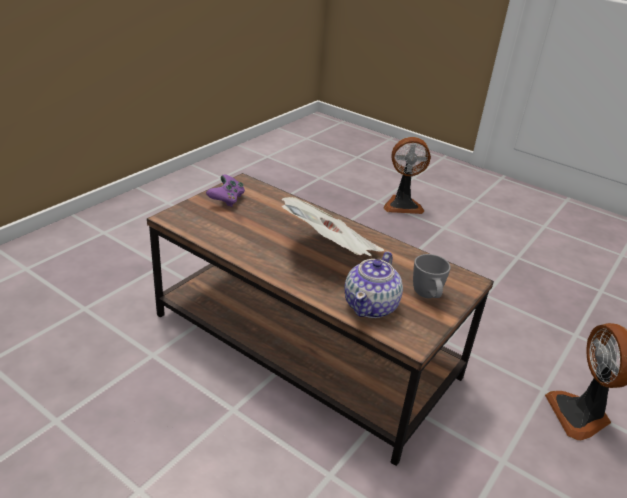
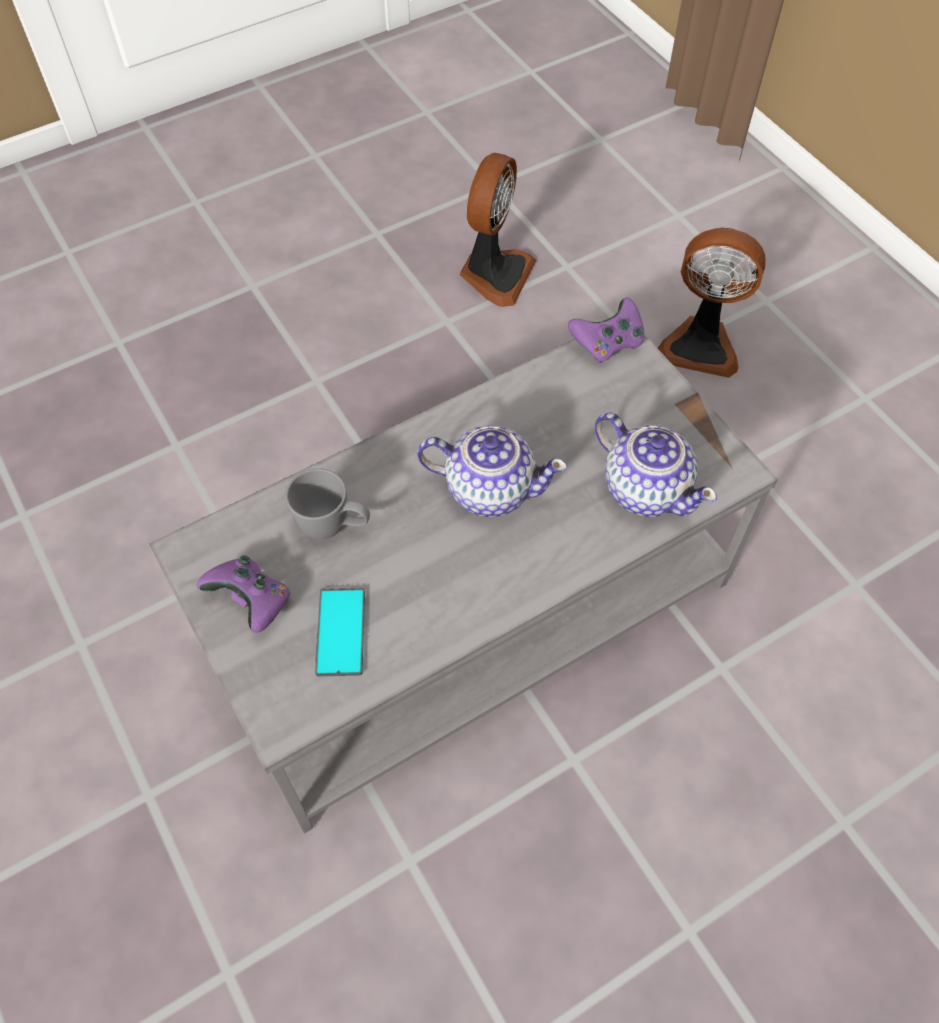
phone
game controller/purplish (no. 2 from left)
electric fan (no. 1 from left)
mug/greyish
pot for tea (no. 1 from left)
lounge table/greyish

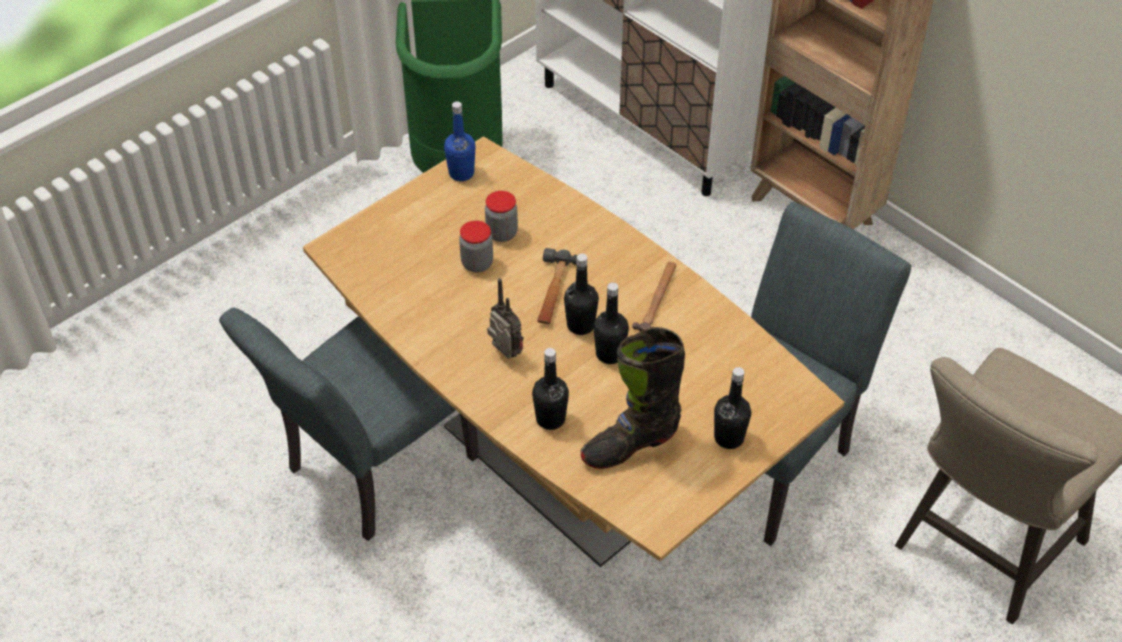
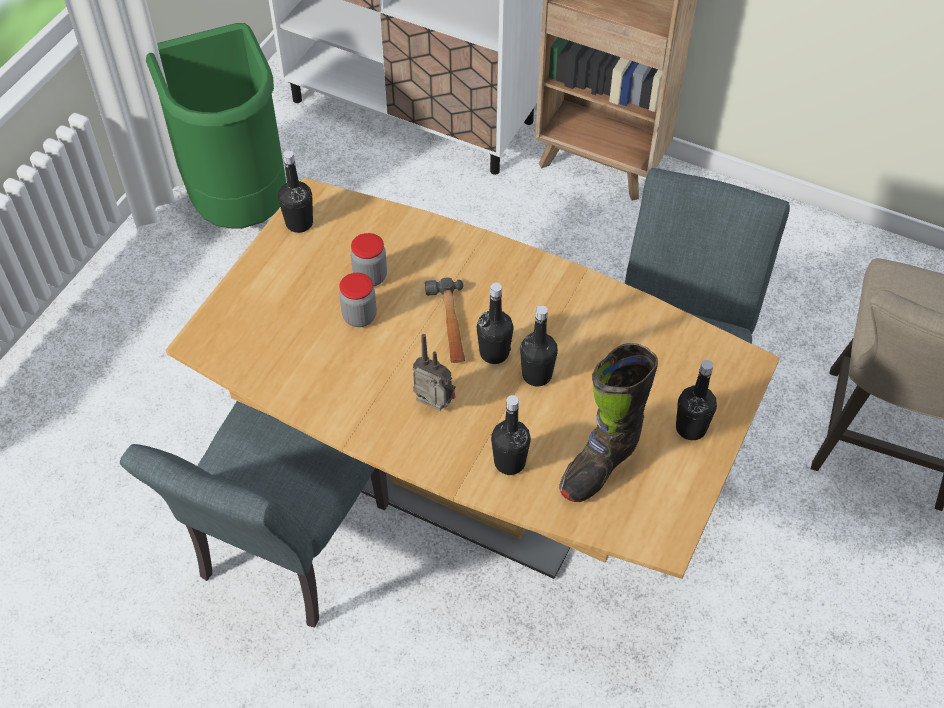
tool hammer (no. 2 from left in the first image)
beverage bottle/black (no. 1 from left)

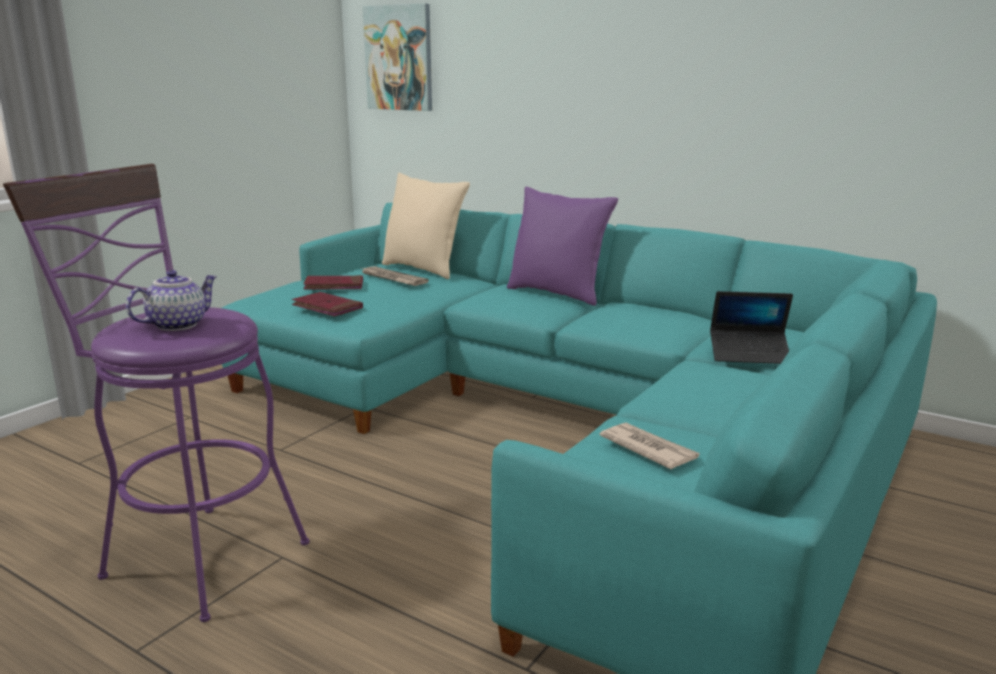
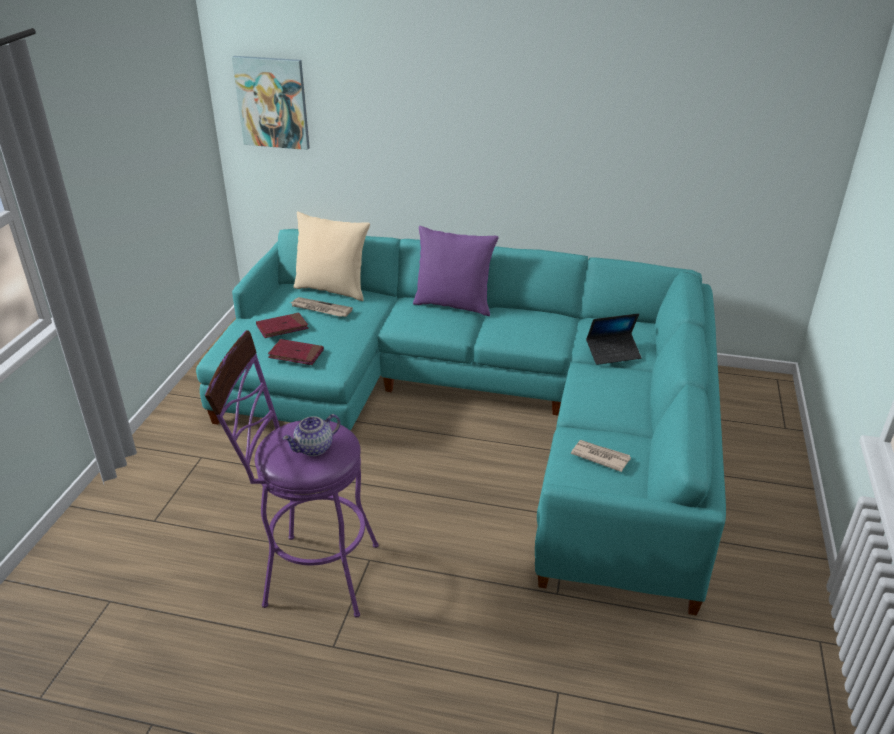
pot for tea

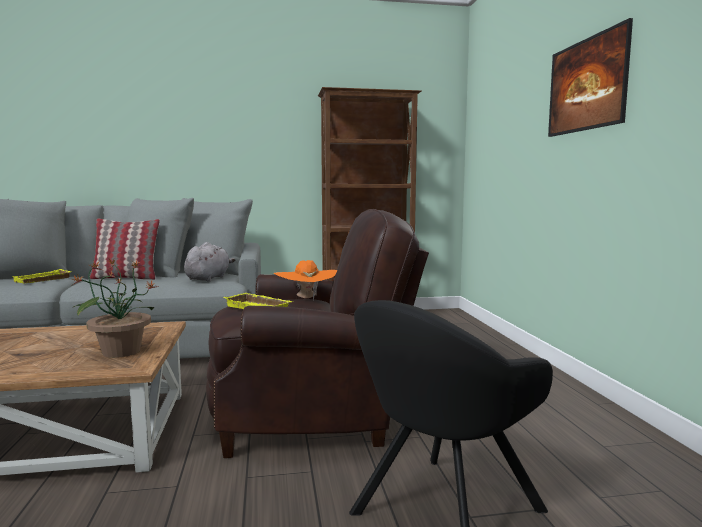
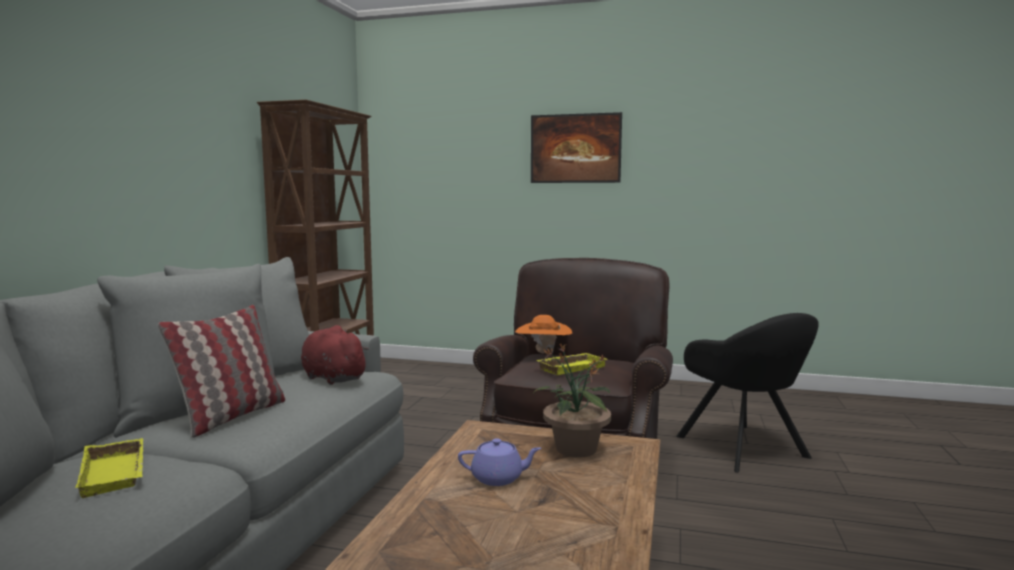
pot for tea/purplish
soft toy/red-coloured

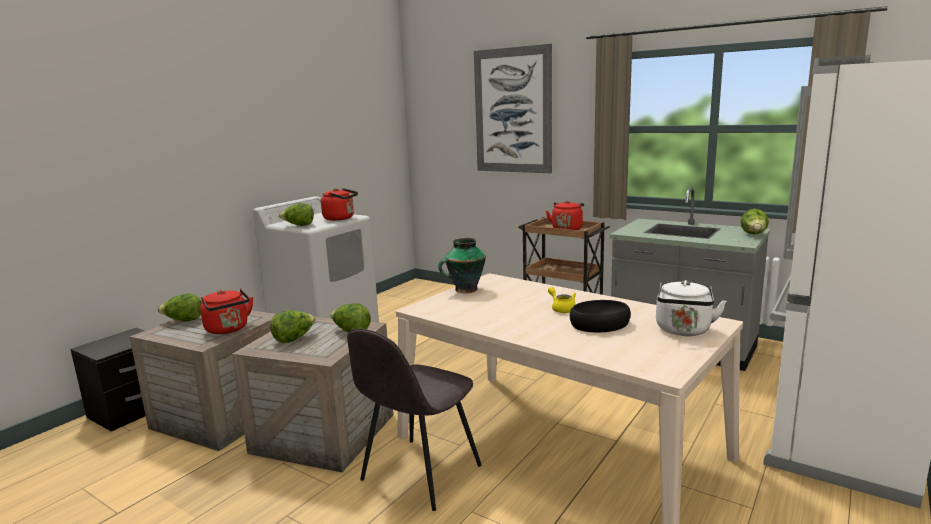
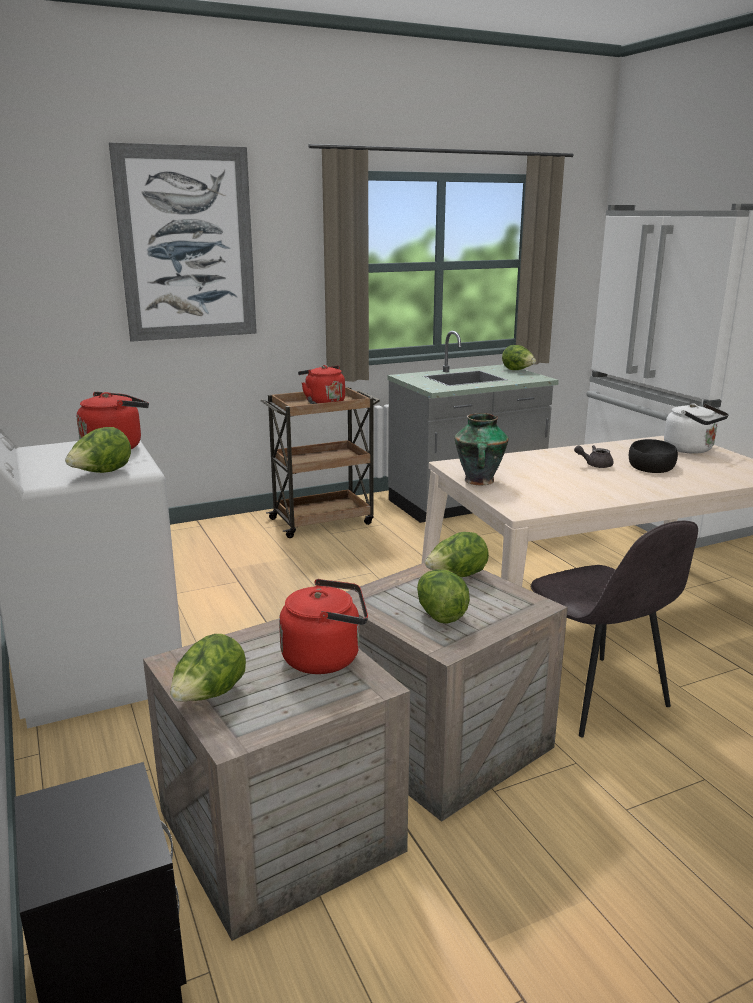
pot for tea/greyish

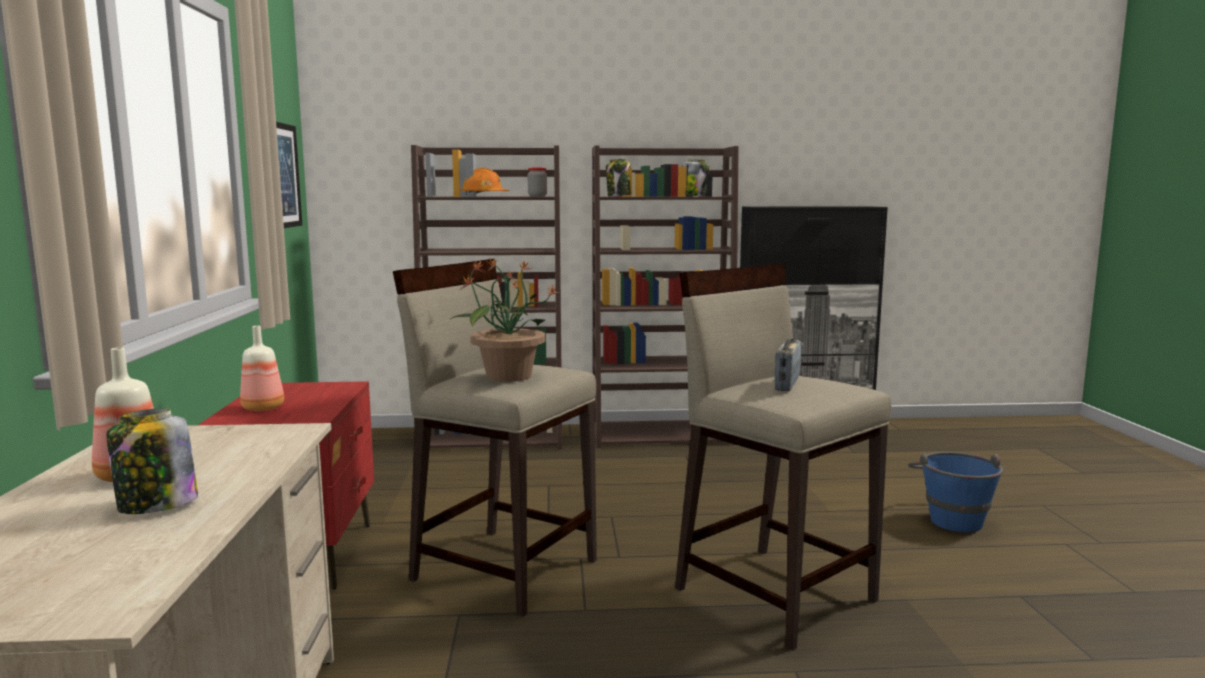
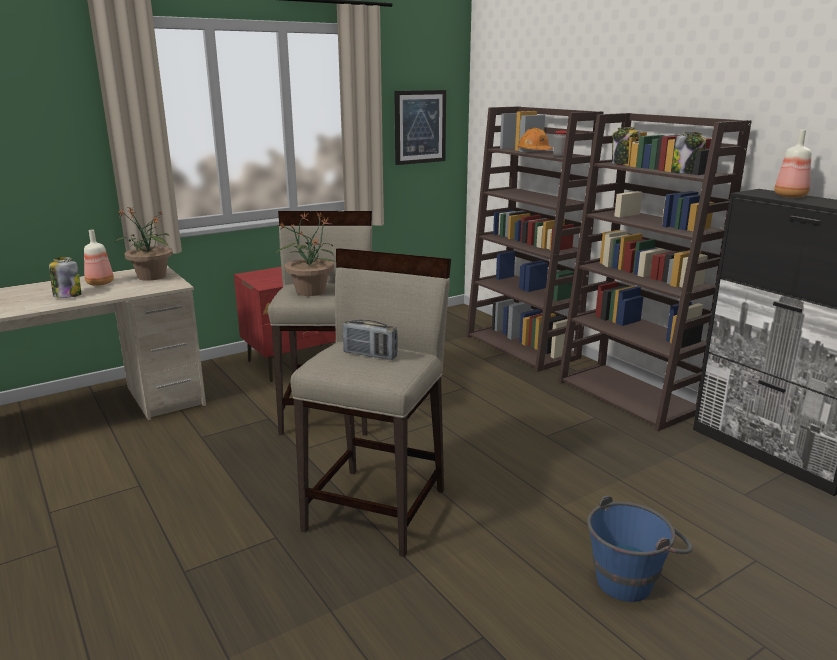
houseplant (no. 1 from left)
beverage bottle (no. 2 from left)
radio

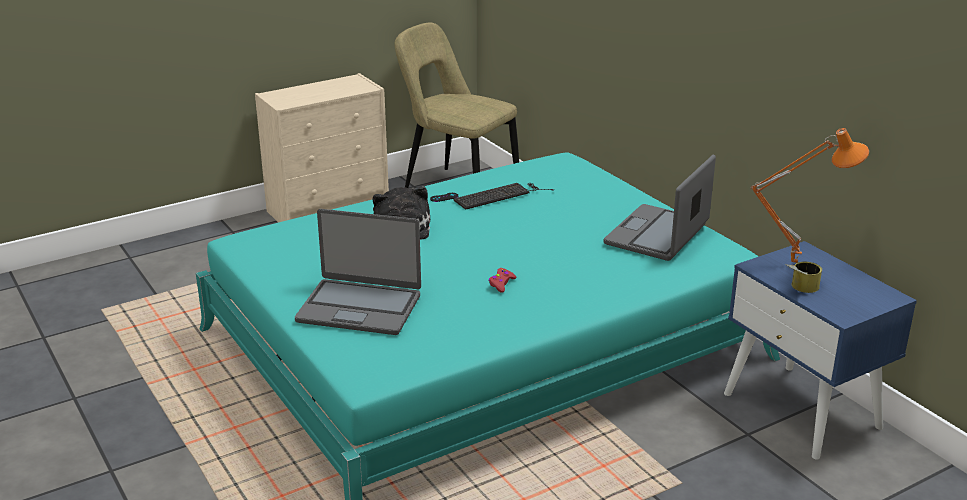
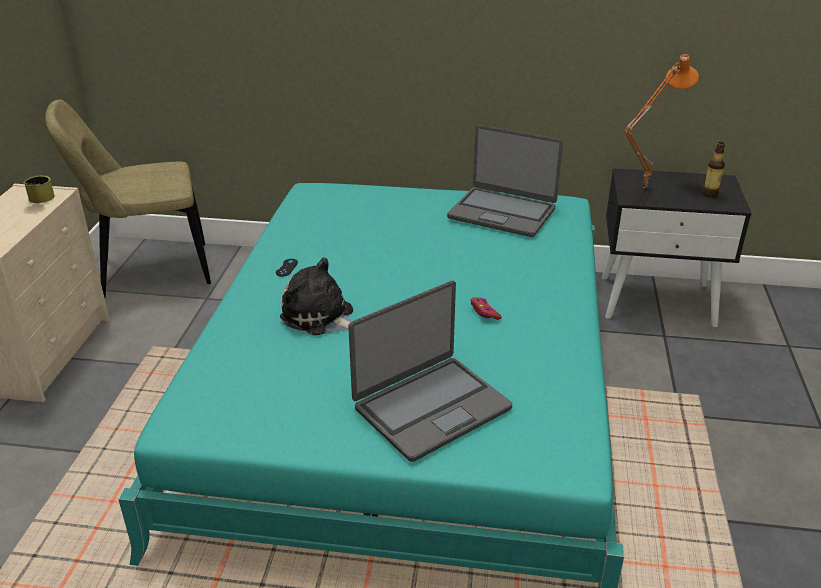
PC keyboard
beverage bottle
can
night table/black
laptop (no. 2 from left)

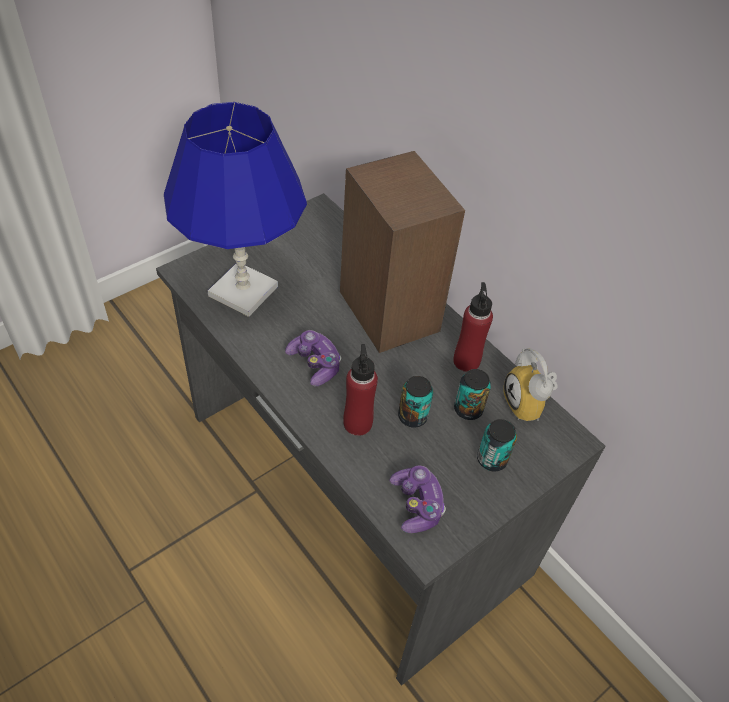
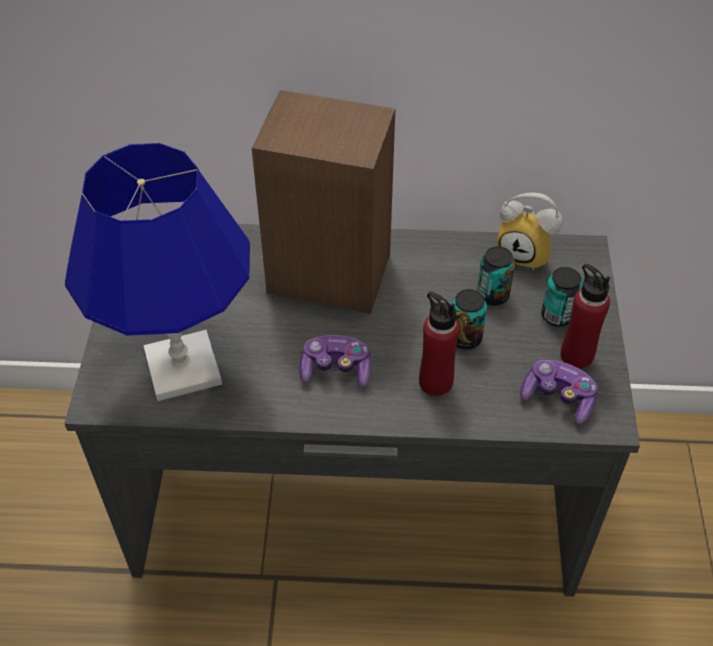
beverage bottle/red-coloured (no. 2 from left)

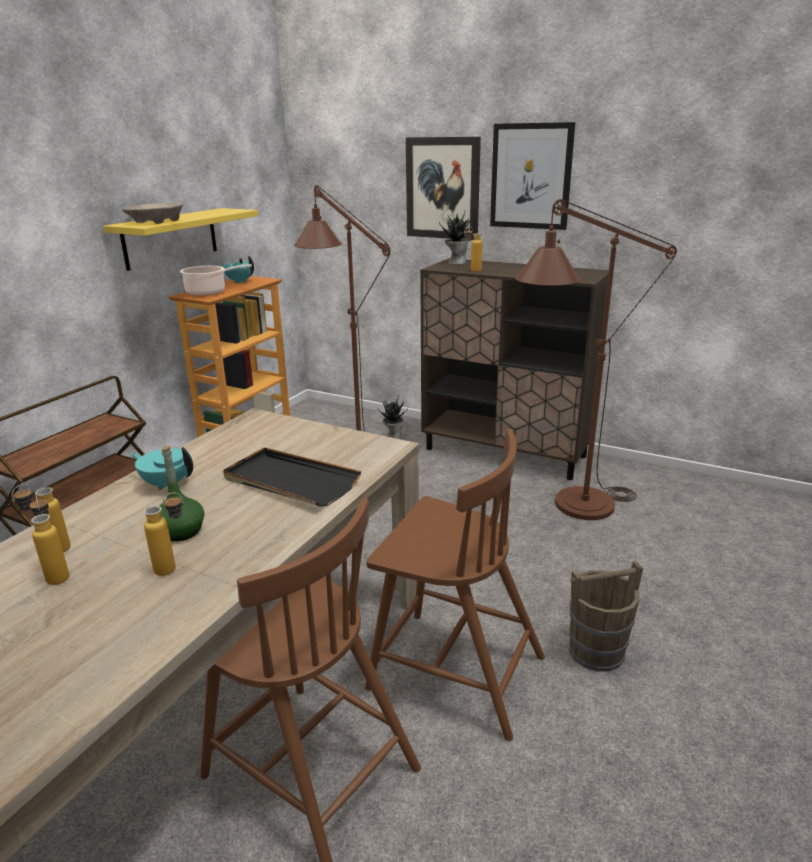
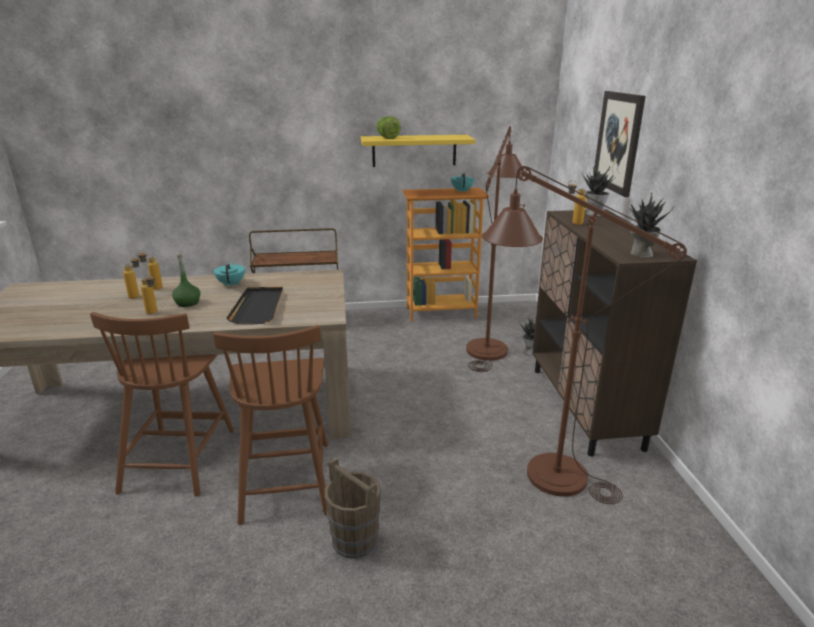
stockpot
wall picture (no. 2 from left in the first image)
houseplant (no. 3 from left)
lettuce

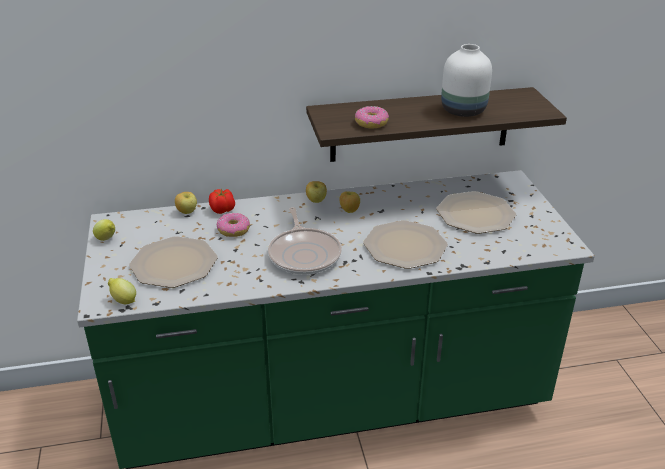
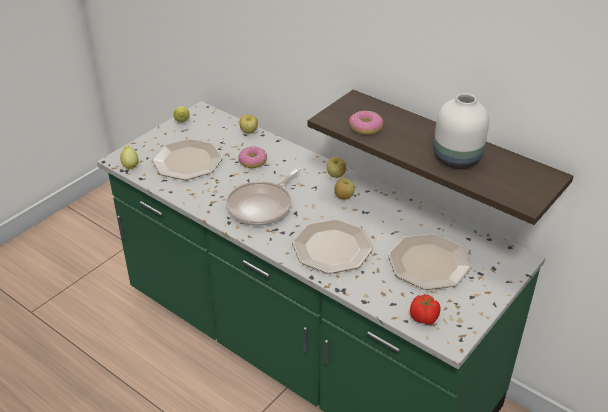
fresh tomato

